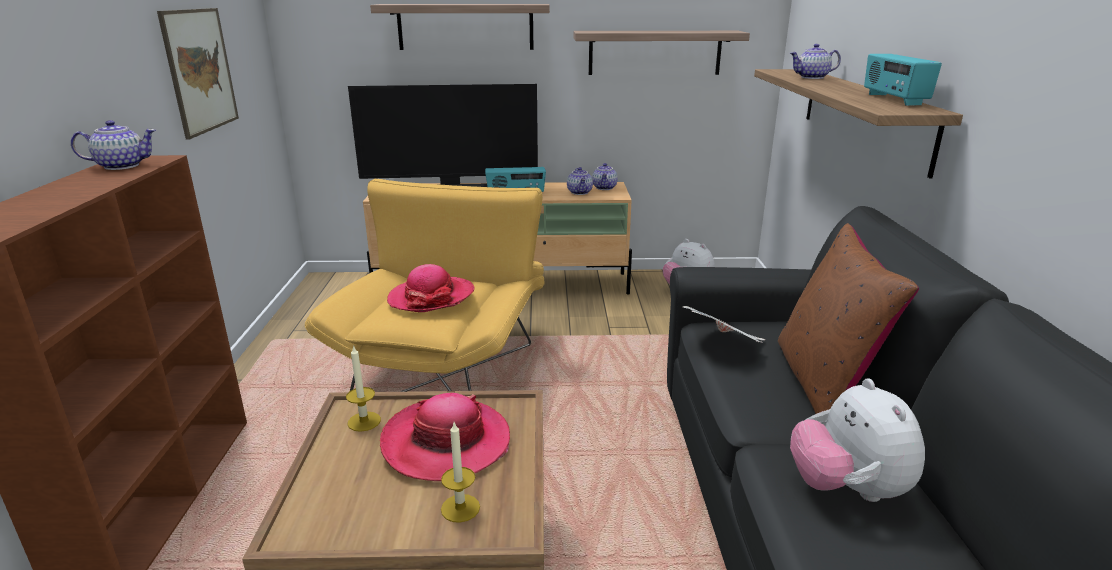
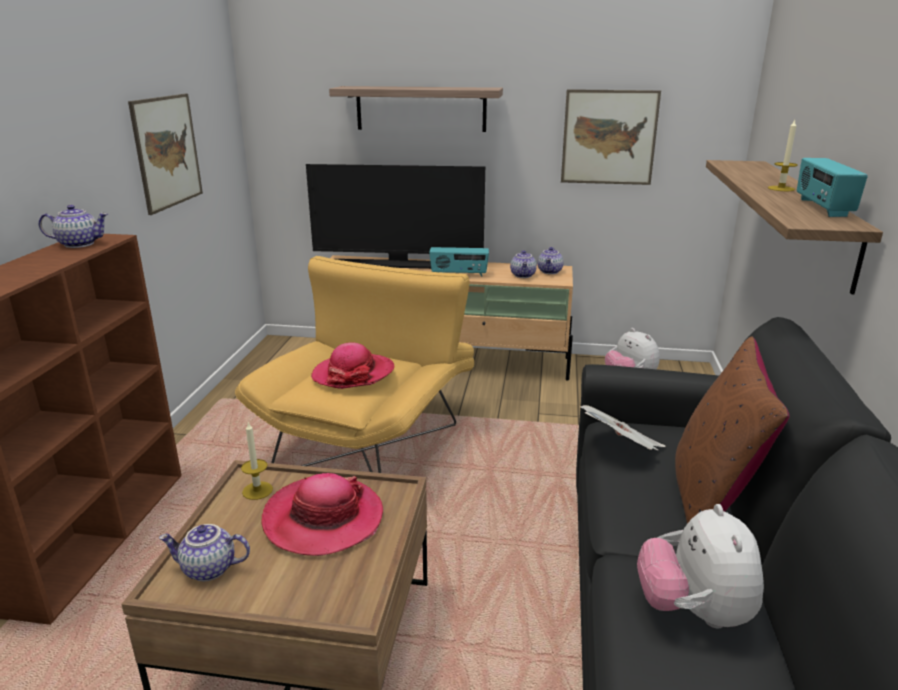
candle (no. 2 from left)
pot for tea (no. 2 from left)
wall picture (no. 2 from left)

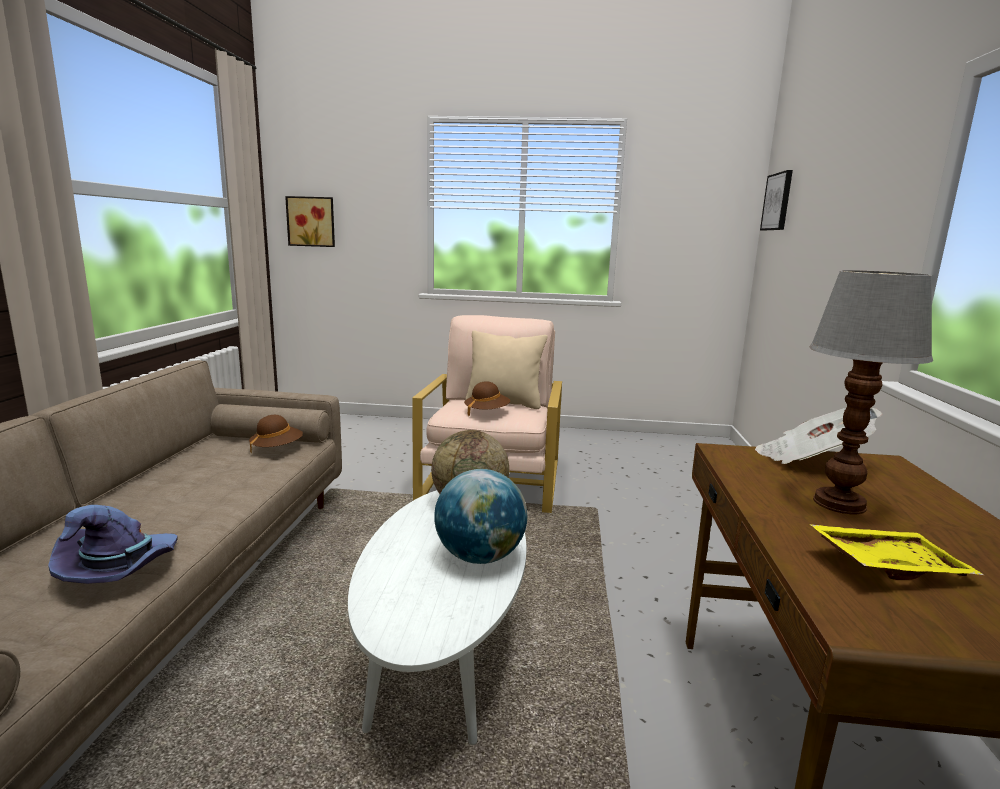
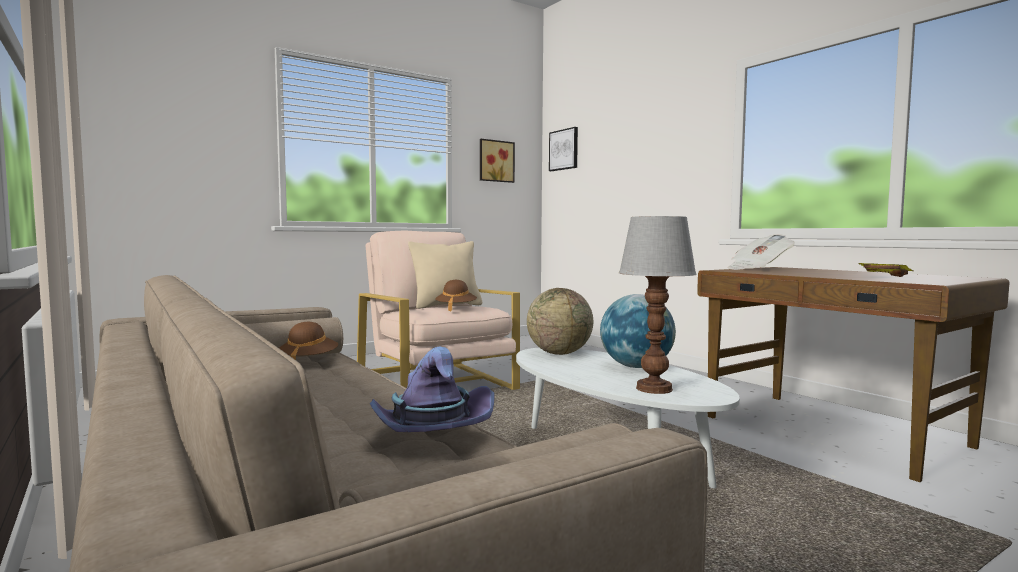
wall picture (no. 1 from left)
lamp for a table

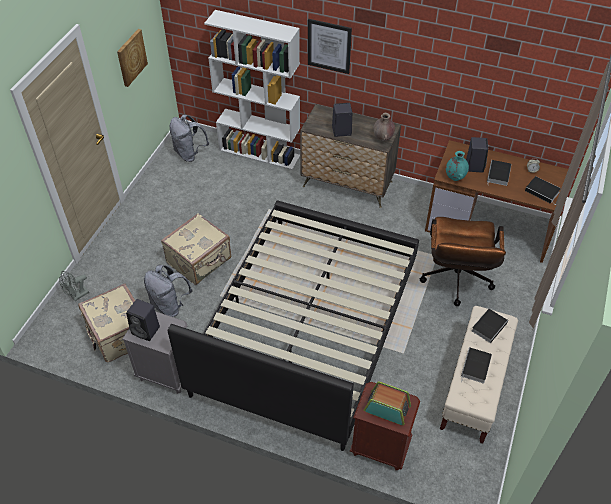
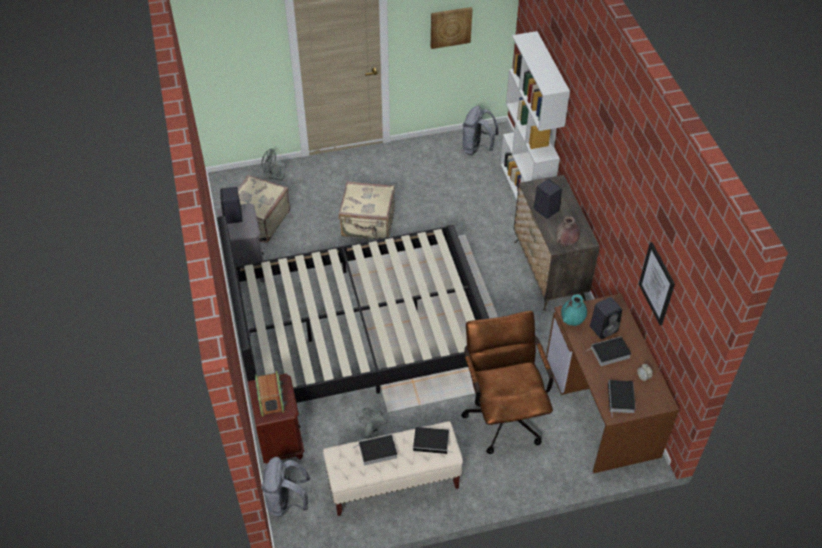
electric fan/greyish (no. 2 from left)
backpack/greyish (no. 1 from left)
wall picture (no. 2 from left)
office chair/brown-coloured

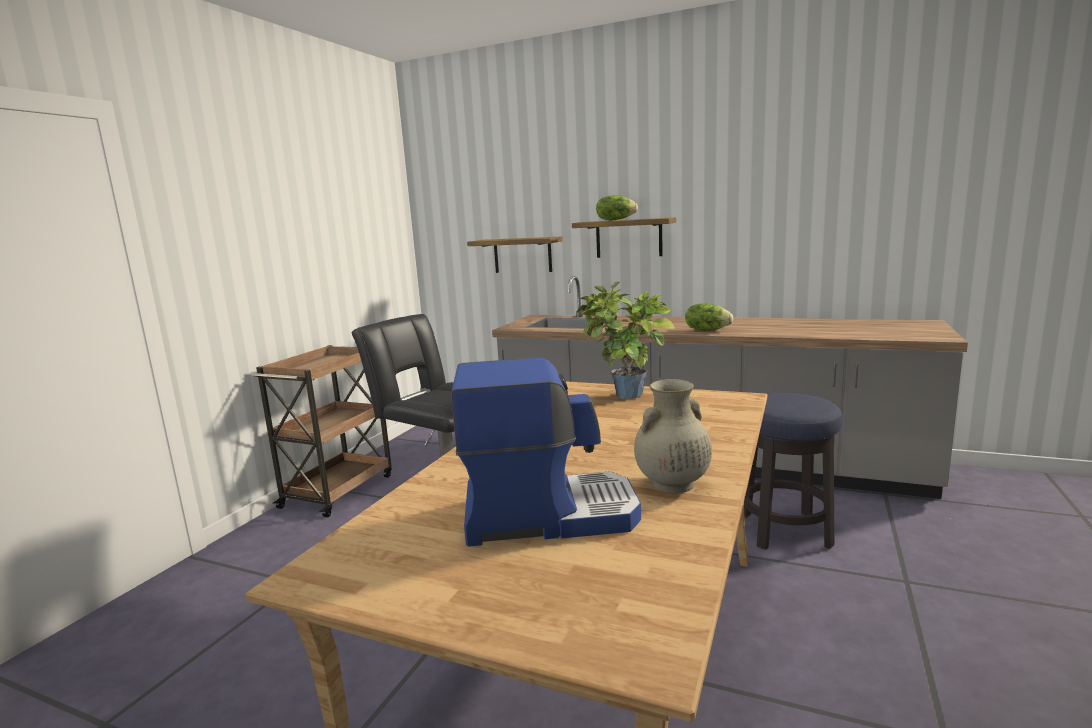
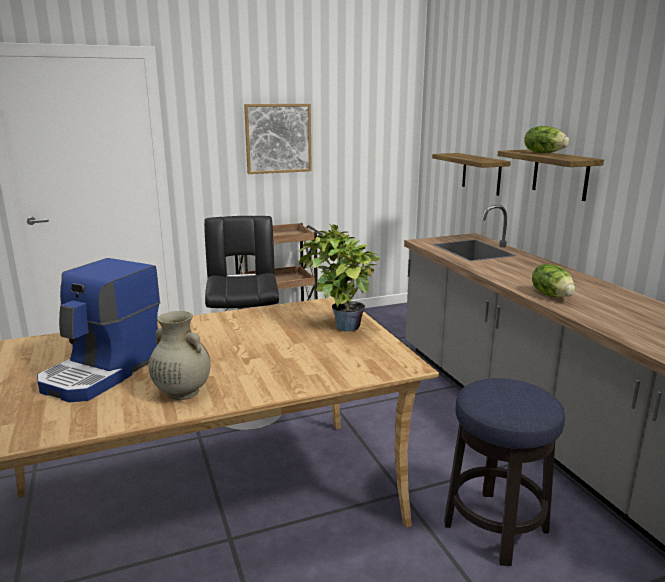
wall picture
coffee maker

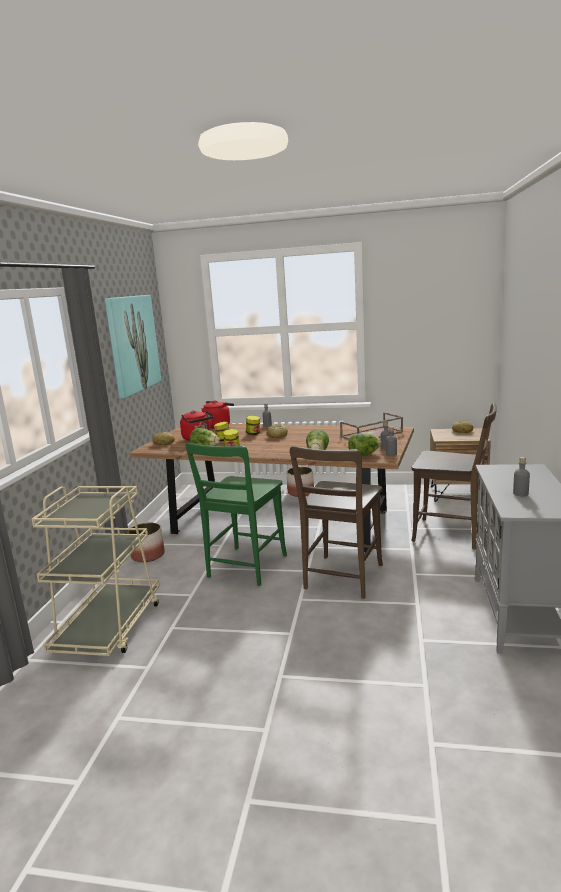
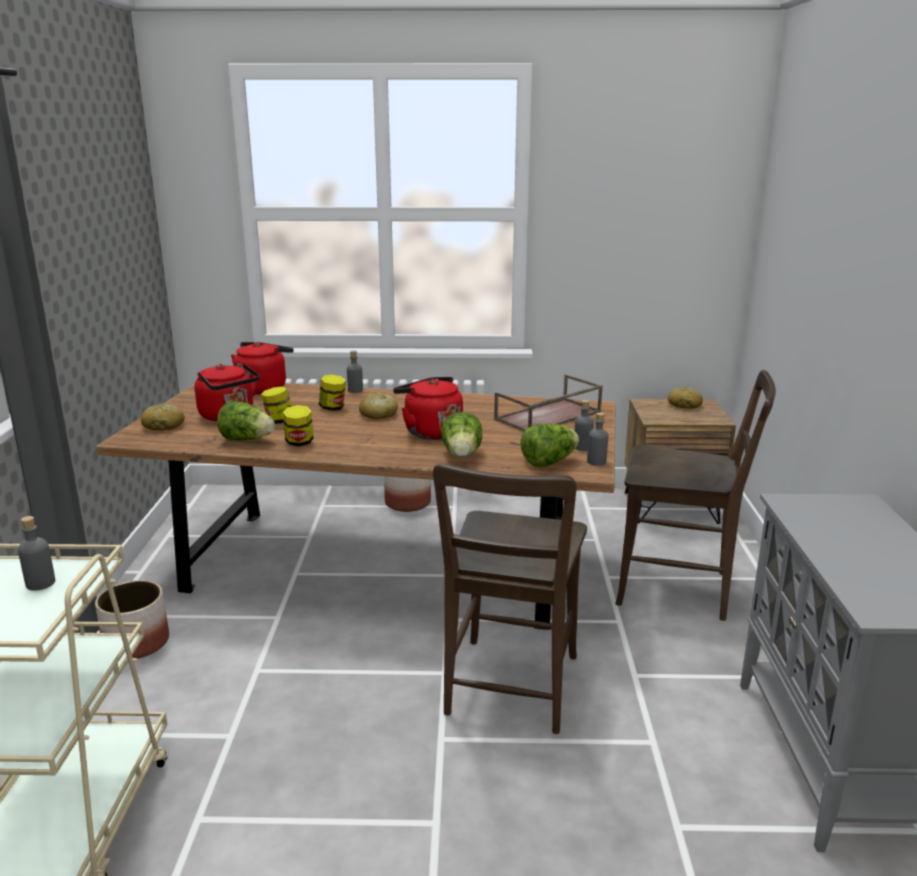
wall picture
plain chair/green-coloured
kettle/red-coloured (no. 3 from left)
beverage bottle/greyish (no. 1 from left)

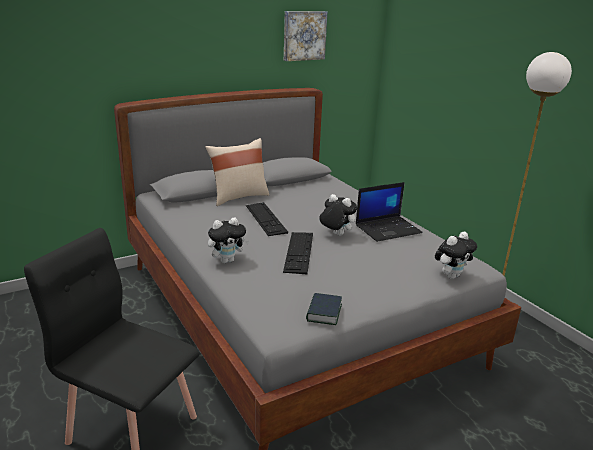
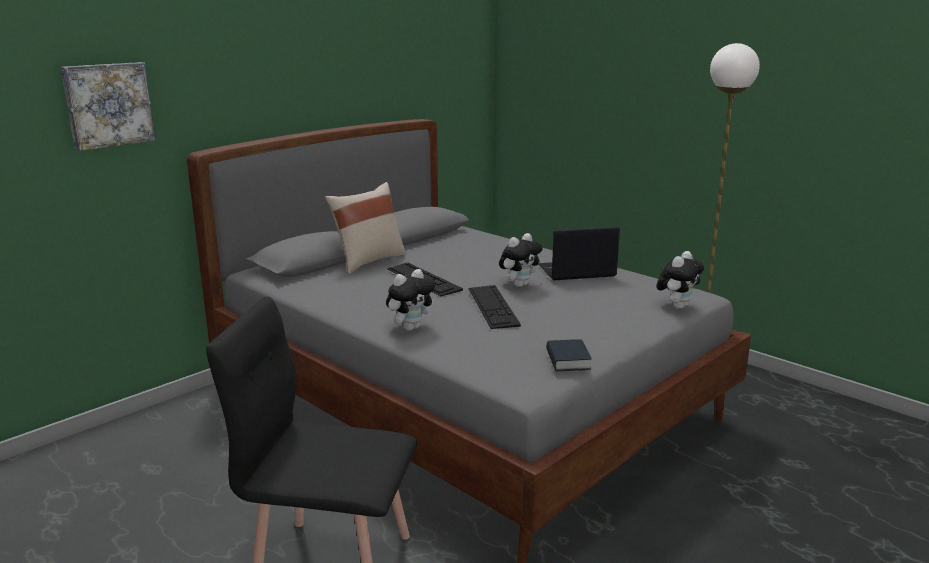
wall picture
soft toy (no. 2 from left)
laptop

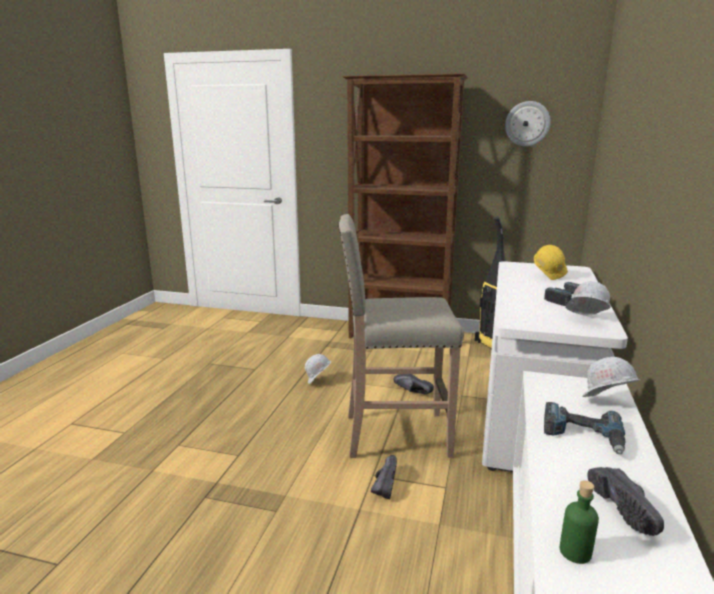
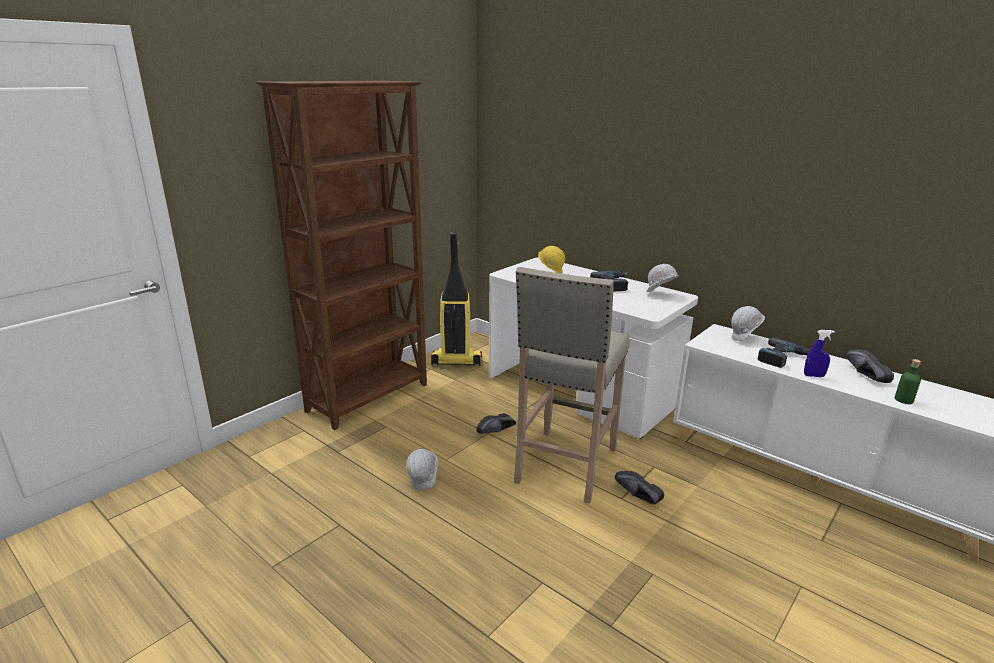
hanging clock
spray bottle/blue-coloured
item of footwear/black (no. 3 from left)

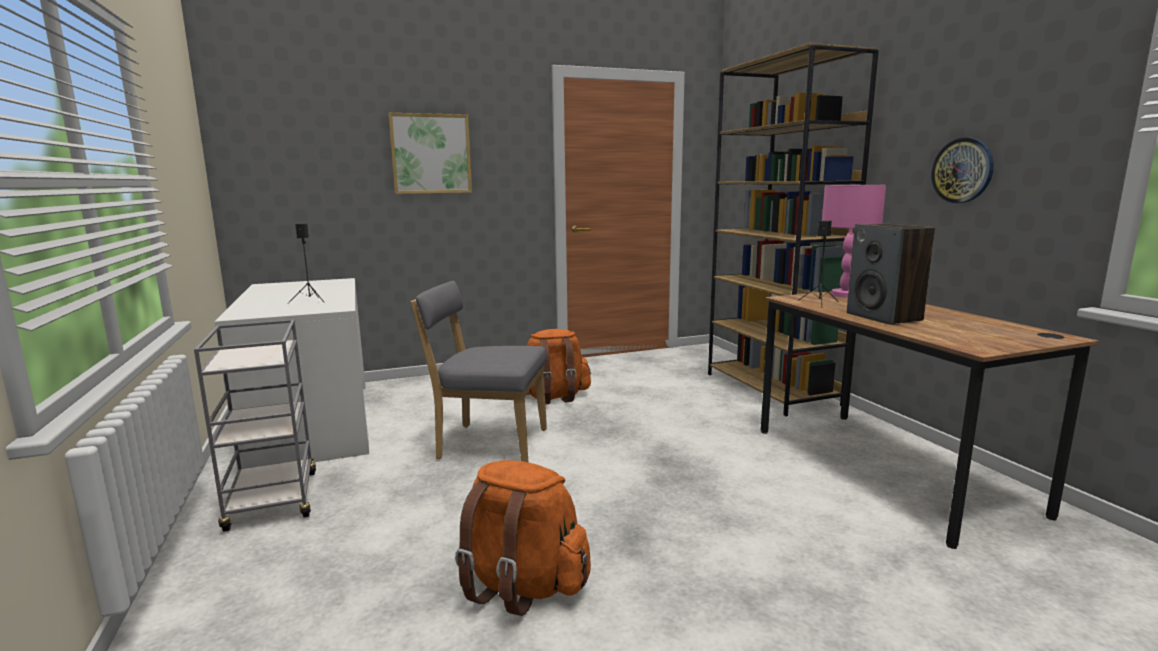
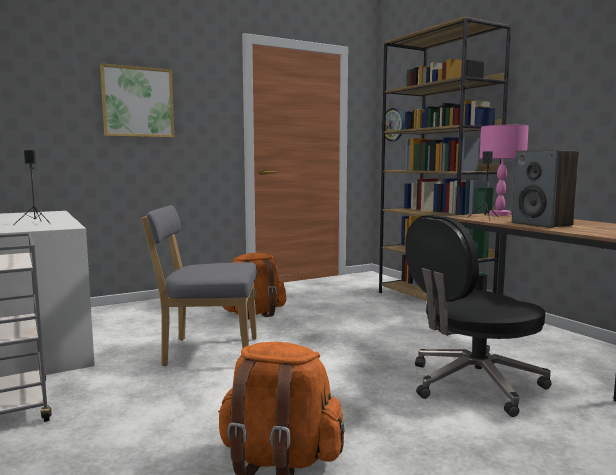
office chair/black
hanging clock

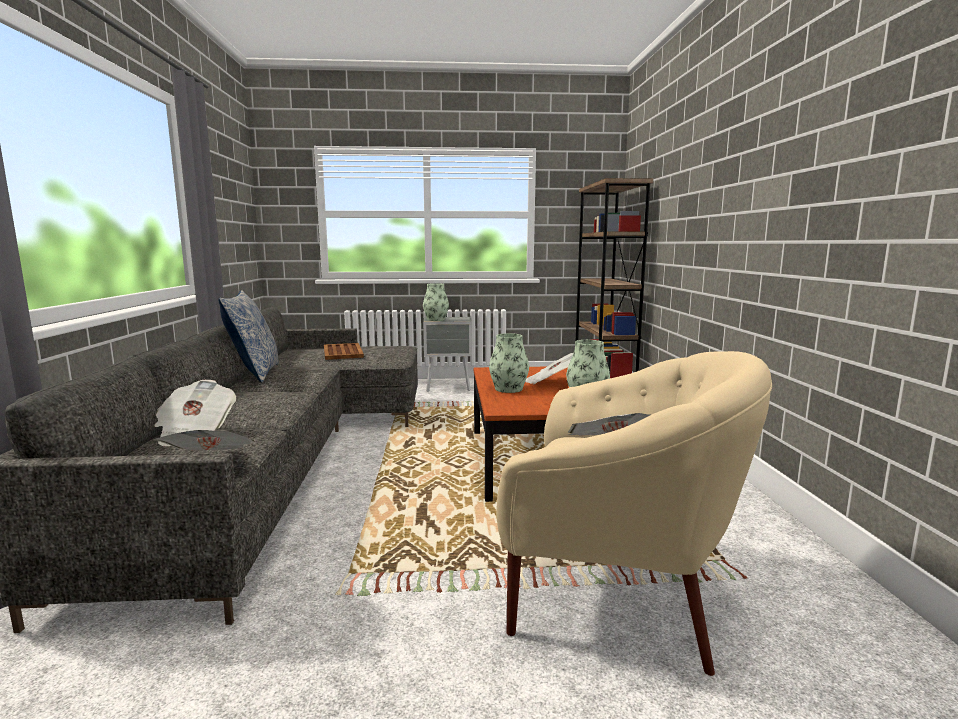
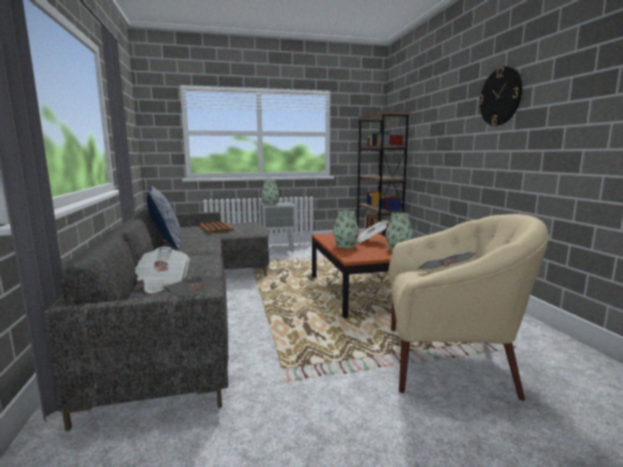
hanging clock

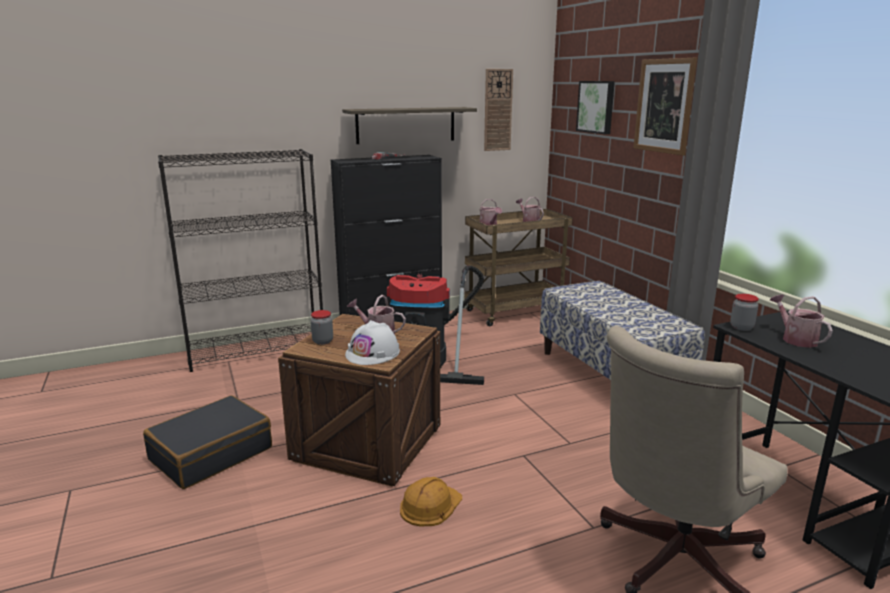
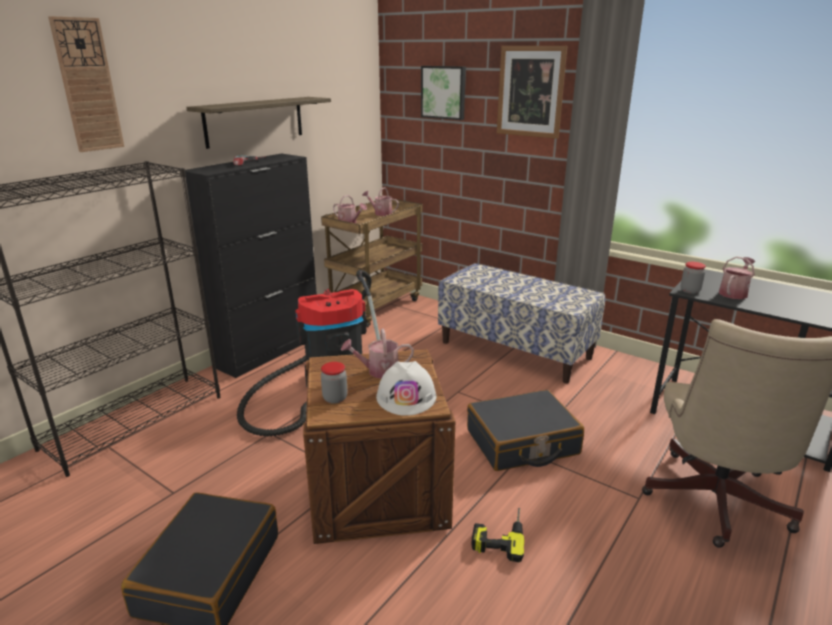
travel case/black (no. 2 from left)
hanging clock
electric drill (no. 2 from left)
watering pot (no. 4 from left)

